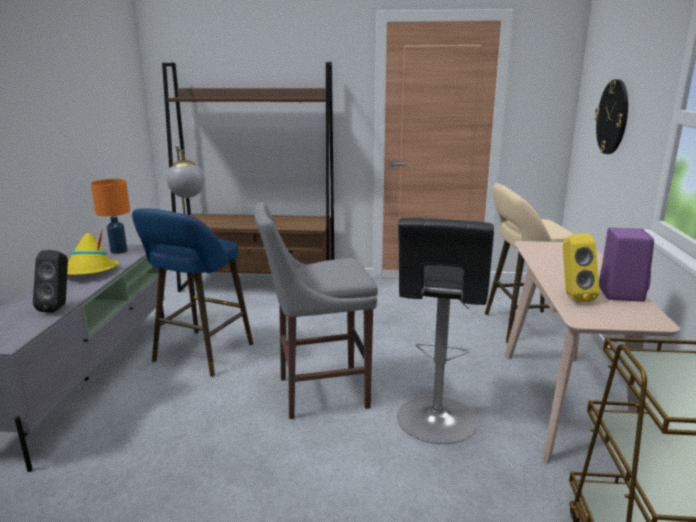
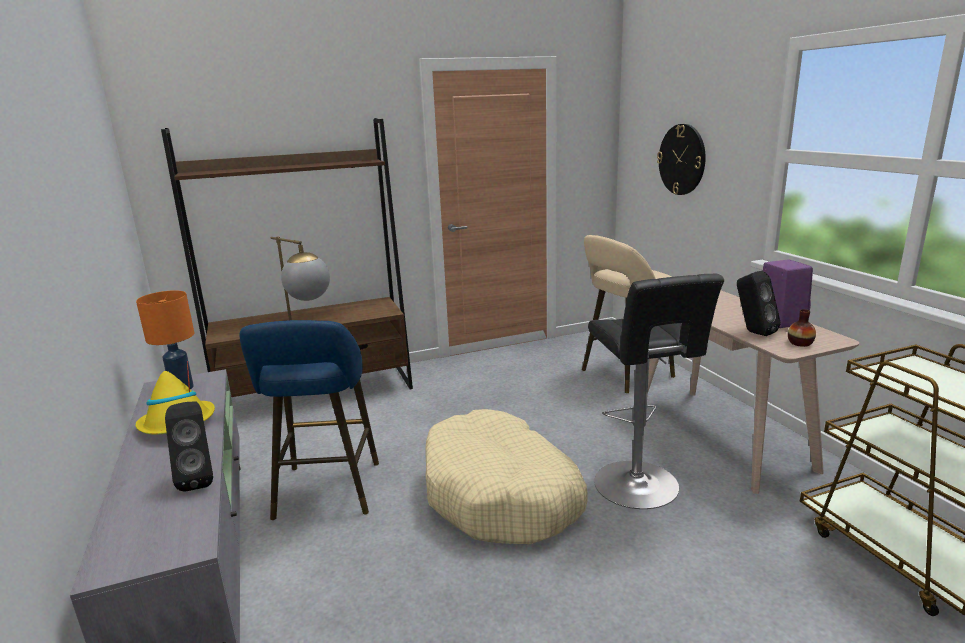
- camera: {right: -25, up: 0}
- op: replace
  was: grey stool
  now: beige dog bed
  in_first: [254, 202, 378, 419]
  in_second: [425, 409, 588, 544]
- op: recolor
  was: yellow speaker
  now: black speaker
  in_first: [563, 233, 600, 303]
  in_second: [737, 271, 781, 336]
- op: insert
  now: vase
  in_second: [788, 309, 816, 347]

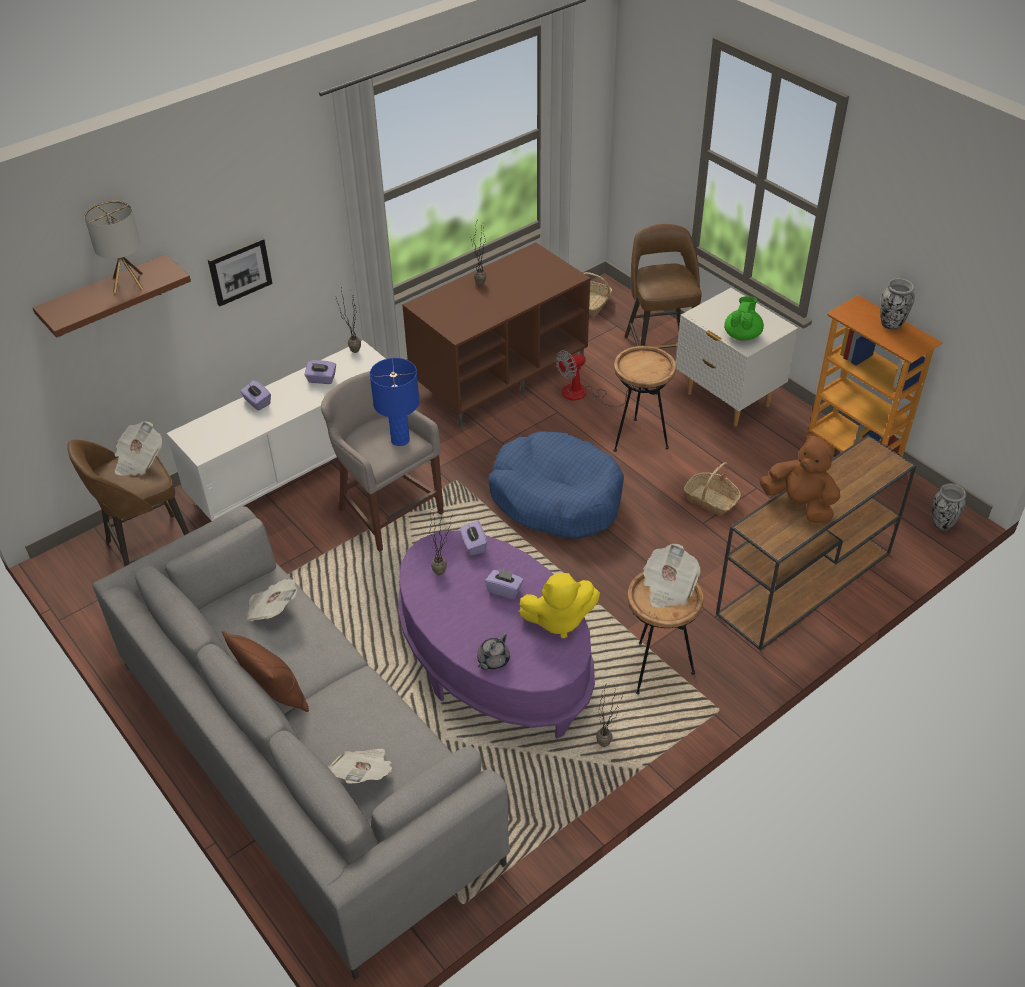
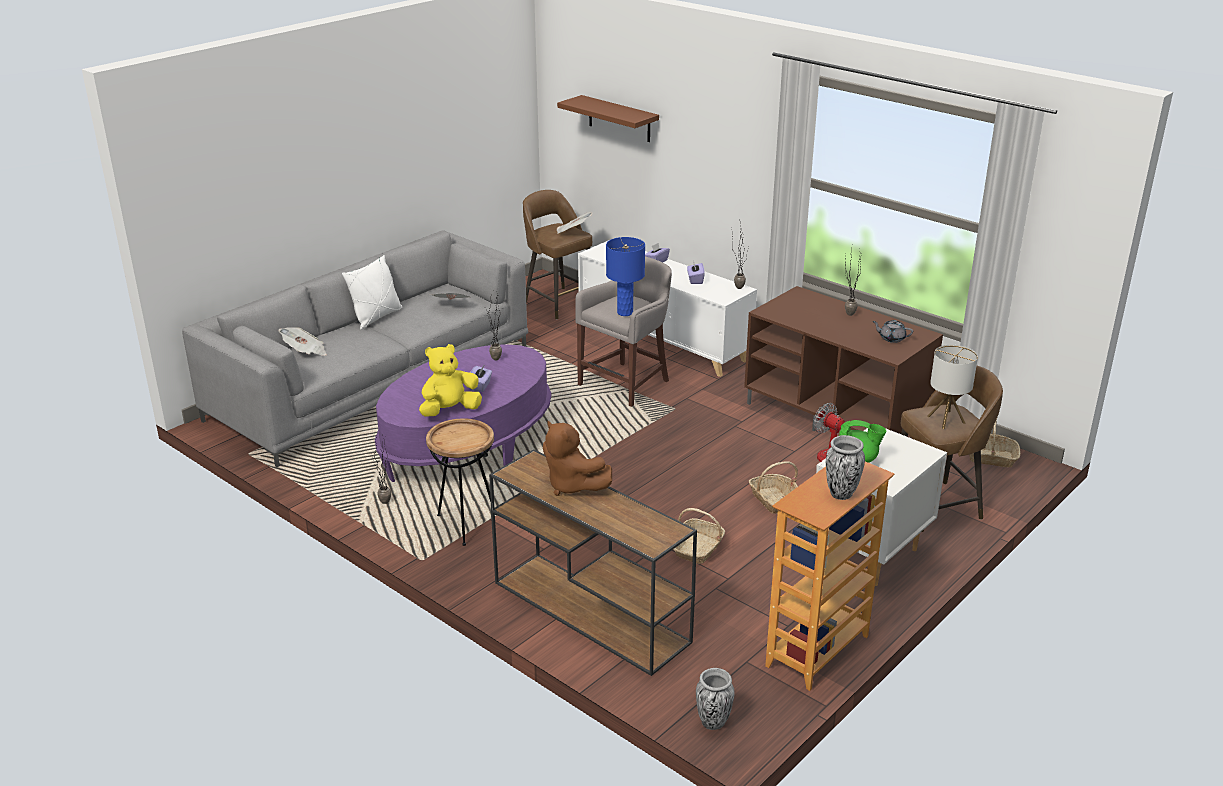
- camera: {right: 80, up: -15}
- op: move
  was: table lamp
  in_first: [84, 201, 143, 294]
  in_second: [927, 345, 978, 429]
- op: delete
  was: picture
  in_first: [208, 238, 273, 306]
- op: replace
  was: brown side table
  now: basket
  in_first: [614, 346, 676, 452]
  in_second: [749, 461, 798, 514]
- op: delete
  was: blue dog bed
  in_first: [488, 431, 624, 539]
- op: rotate
  was: brown plush toy
  in_first: [759, 432, 840, 523]
  in_second: [543, 421, 612, 496]
  clockwise: 105
- op: delete
  was: purple tissue box
  in_first: [460, 520, 487, 556]
- op: delete
  was: newspaper
  in_first: [643, 544, 701, 608]
- op: rotate
  was: yellow plush toy
  in_first: [519, 573, 600, 638]
  in_second: [419, 344, 482, 417]
  clockwise: 75
- op: recolor
  was: brown pillow
  now: white pillow
  in_first: [222, 631, 309, 712]
  in_second: [342, 255, 402, 330]
- op: move
  was: grey teapot
  in_first: [477, 633, 510, 670]
  in_second: [872, 320, 913, 343]

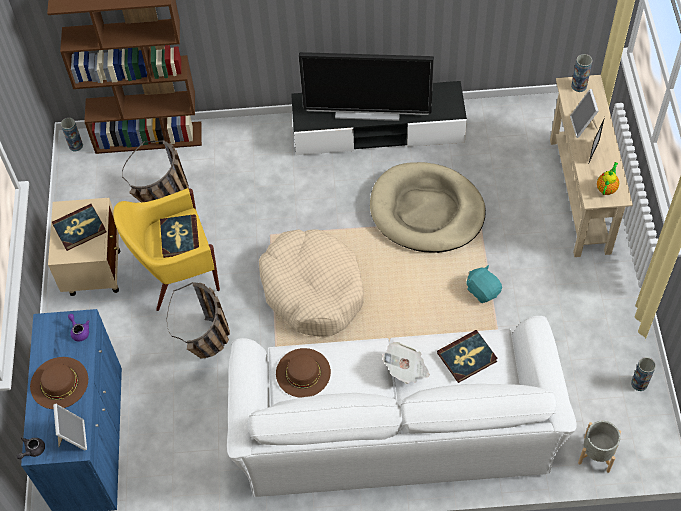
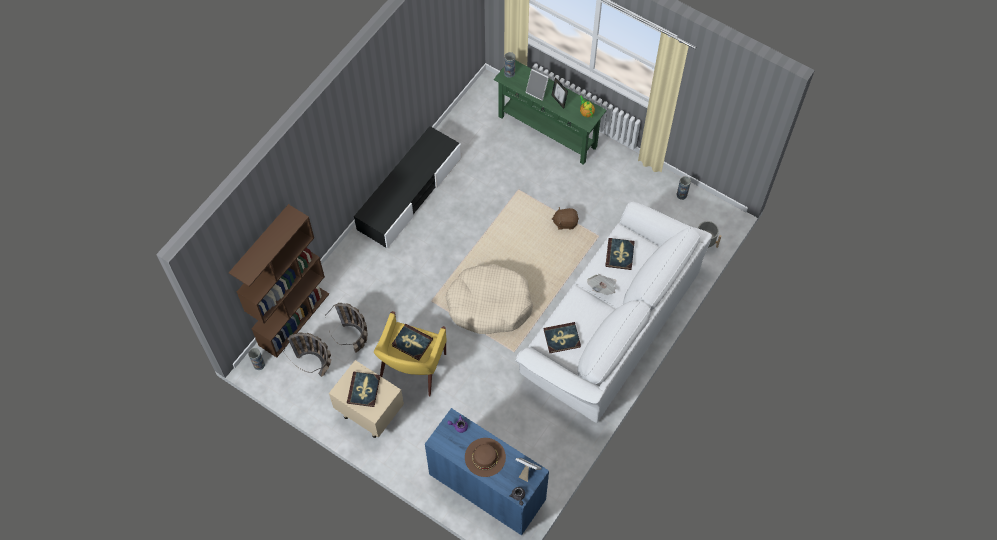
- camera: {right: -55, up: 5}
- op: delete
  was: television
  in_first: [299, 52, 434, 121]
- op: recolor
  was: beige console table
  now: green console table
  in_first: [550, 75, 633, 257]
  in_second: [494, 60, 607, 165]
- op: delete
  was: beige dog bed
  in_first: [370, 162, 486, 253]
- op: recolor
  was: turquoise plush toy
  now: brown plush toy
  in_first: [466, 265, 502, 303]
  in_second: [552, 207, 579, 229]
- op: move
  was: basket
  in_first: [167, 282, 230, 359]
  in_second: [284, 332, 331, 377]
- op: replace
  was: brown hat
  now: book
  in_first: [276, 348, 331, 398]
  in_second: [544, 322, 581, 353]

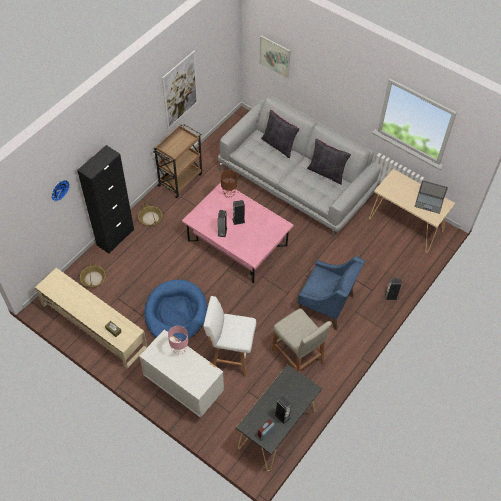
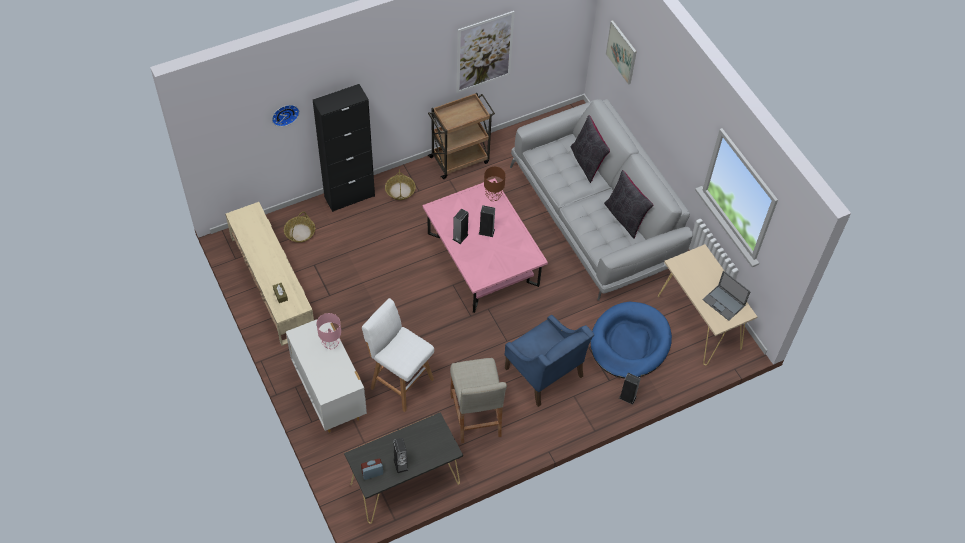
- camera: {right: 25, up: 0}
- op: move
  was: blue dog bed
  in_first: [144, 280, 207, 342]
  in_second: [591, 302, 672, 378]

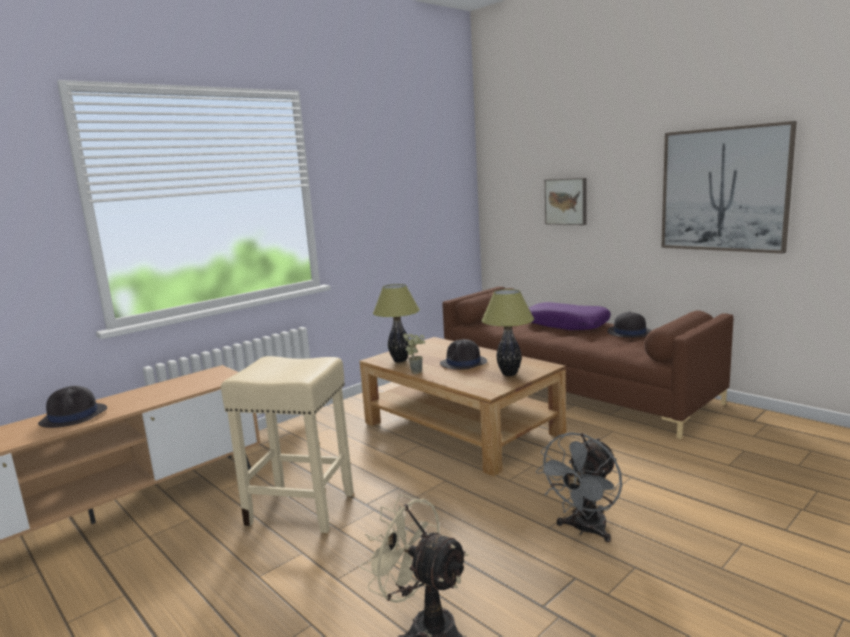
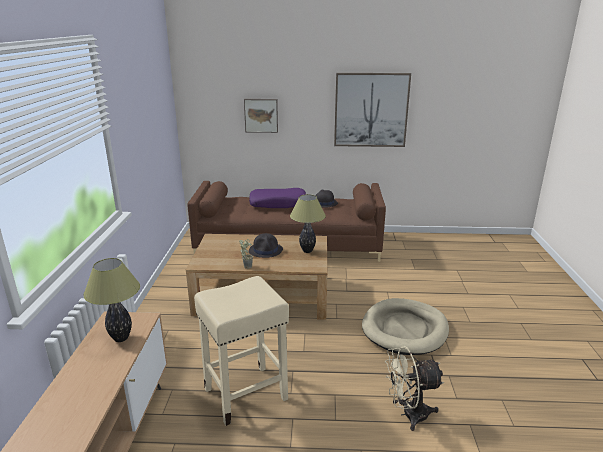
- camera: {right: -45, up: 10}
- op: move
  was: table lamp
  in_first: [373, 284, 420, 362]
  in_second: [83, 258, 140, 342]
- op: delete
  was: black hat
  in_first: [38, 386, 107, 428]
- op: replace
  was: grey fan
  now: beige dog bed
  in_first: [536, 432, 622, 542]
  in_second: [362, 298, 449, 355]

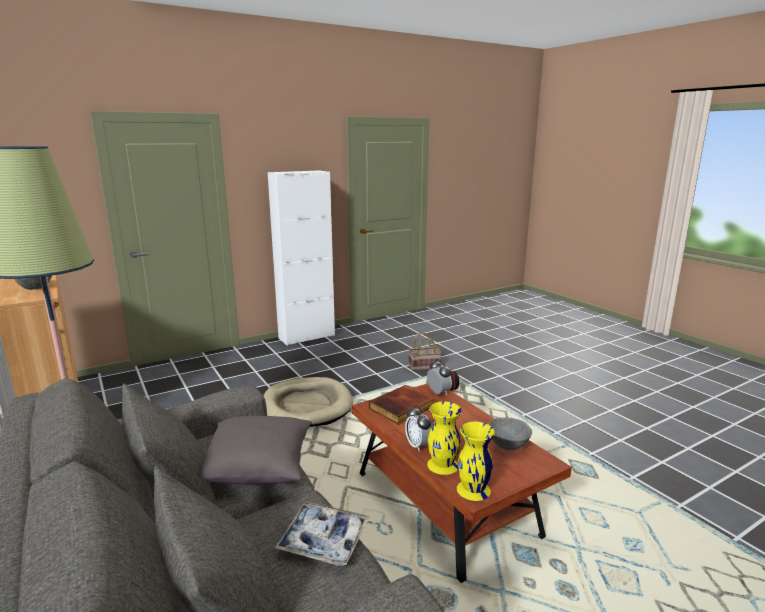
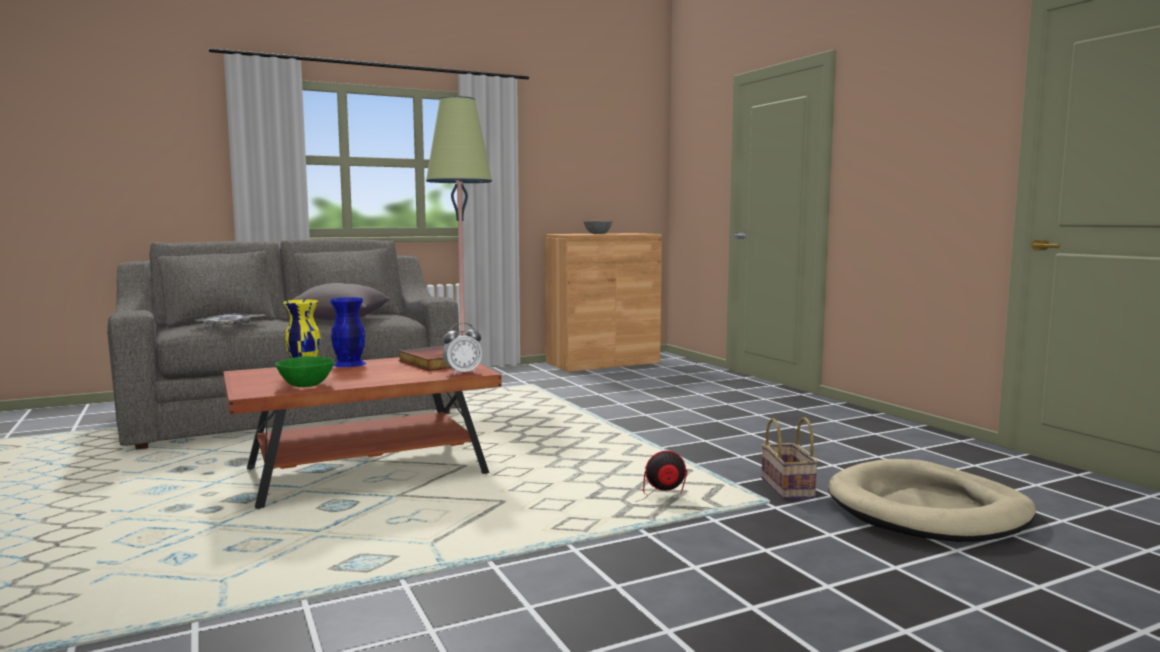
- camera: {right: 95, up: -10}
- op: delete
  was: white cabinet
  in_first: [268, 170, 335, 346]
- op: move
  was: beige dog bed
  in_first: [264, 377, 353, 427]
  in_second: [828, 459, 1036, 542]
- op: replace
  was: alarm clock
  now: blue vase
  in_first: [405, 405, 433, 452]
  in_second: [330, 297, 366, 367]
- op: recolor
  was: grey bowl
  now: green bowl
  in_first: [488, 417, 532, 450]
  in_second: [275, 356, 334, 387]
- op: delete
  was: yellow vase
  in_first: [457, 422, 495, 501]

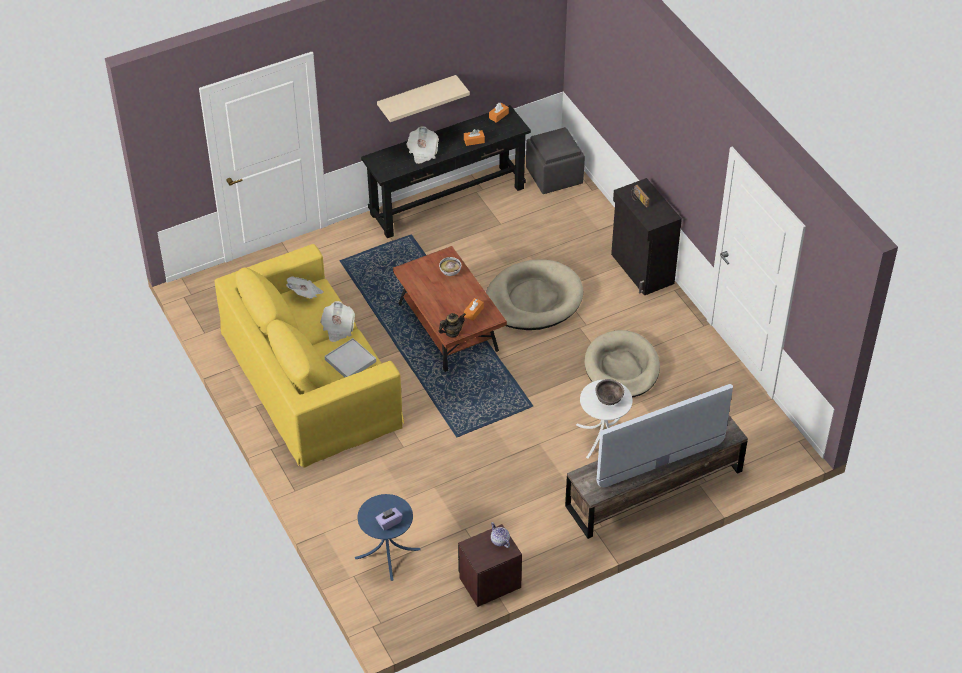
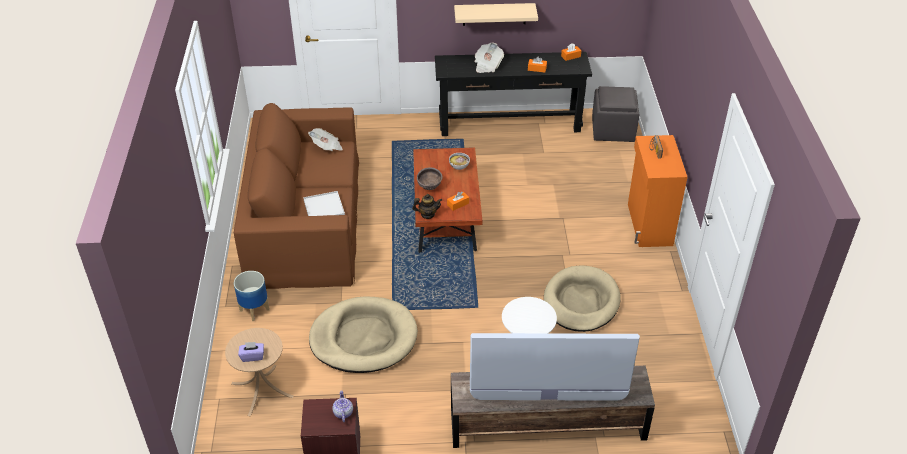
- camera: {right: 25, up: -5}
- op: recolor
  was: black cabinet
  now: orange cabinet
  in_first: [611, 178, 682, 295]
  in_second: [628, 135, 688, 247]
- op: recolor
  was: yellow sofa
  now: brown sofa
  in_first: [215, 244, 404, 468]
  in_second: [234, 103, 359, 289]
- op: move
  was: beige dog bed
  in_first: [486, 260, 583, 330]
  in_second: [309, 296, 418, 373]
- op: delete
  was: newspaper
  in_first: [320, 301, 355, 342]
- op: move
  was: brown bowl
  in_first: [595, 379, 624, 405]
  in_second: [417, 167, 443, 190]
- op: recolor
  was: blue side table
  now: beige side table
  in_first: [355, 494, 420, 581]
  in_second: [225, 328, 294, 416]
- op: insert
  now: planter
  in_second: [234, 271, 270, 321]

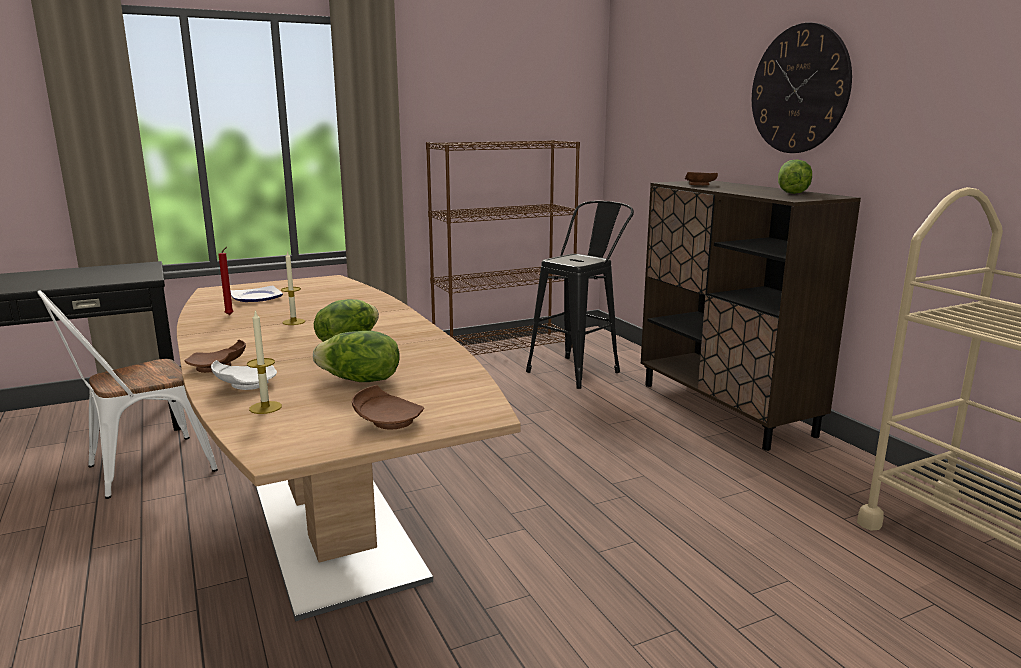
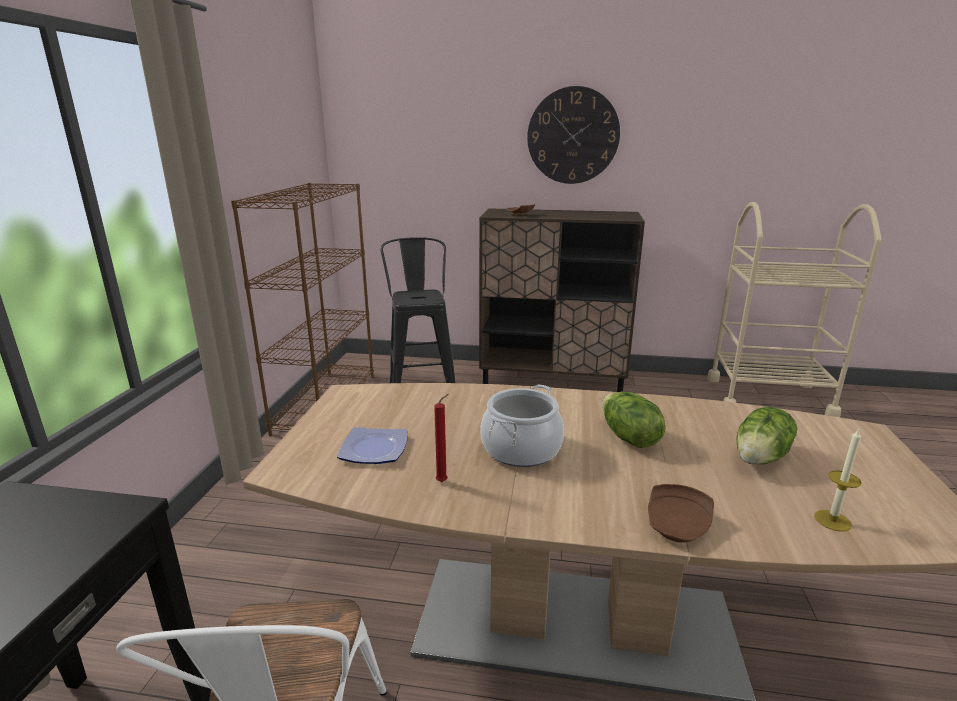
- camera: {right: -55, up: 5}
- op: delete
  was: lettuce
  in_first: [778, 159, 812, 194]
- op: replace
  was: candle
  now: cooking pot
  in_first: [281, 251, 305, 325]
  in_second: [480, 385, 564, 467]
- op: delete
  was: white plate
  in_first: [211, 360, 277, 390]
- op: delete
  was: brown plate
  in_first: [352, 385, 424, 429]

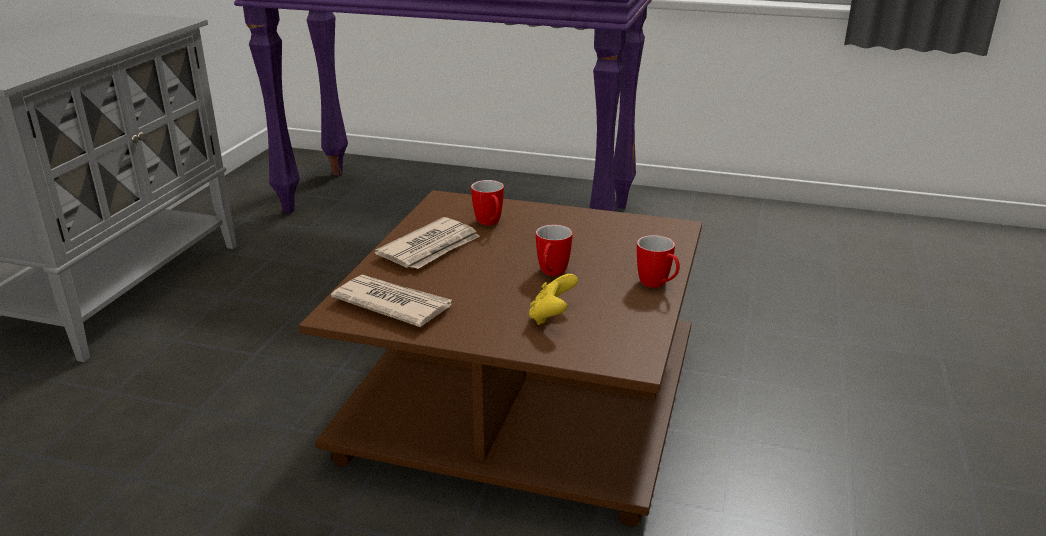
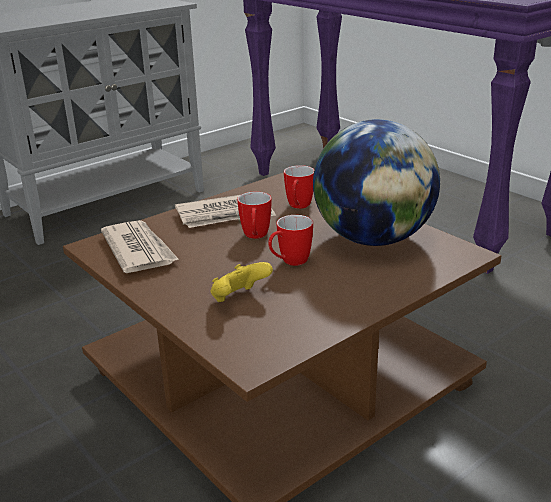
- camera: {right: 35, up: 0}
- op: move
  was: mug
  in_first: [637, 235, 680, 288]
  in_second: [237, 192, 271, 239]
- op: insert
  now: globe
  in_second: [313, 119, 440, 246]

